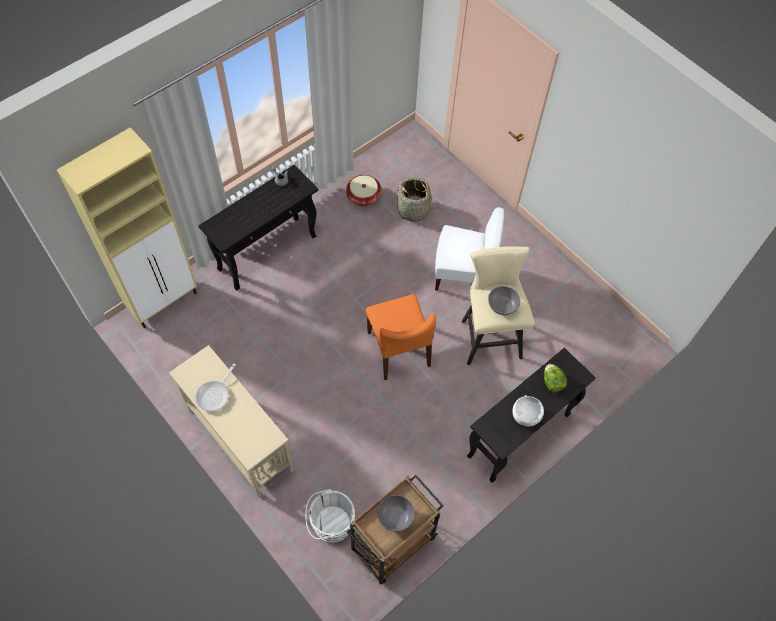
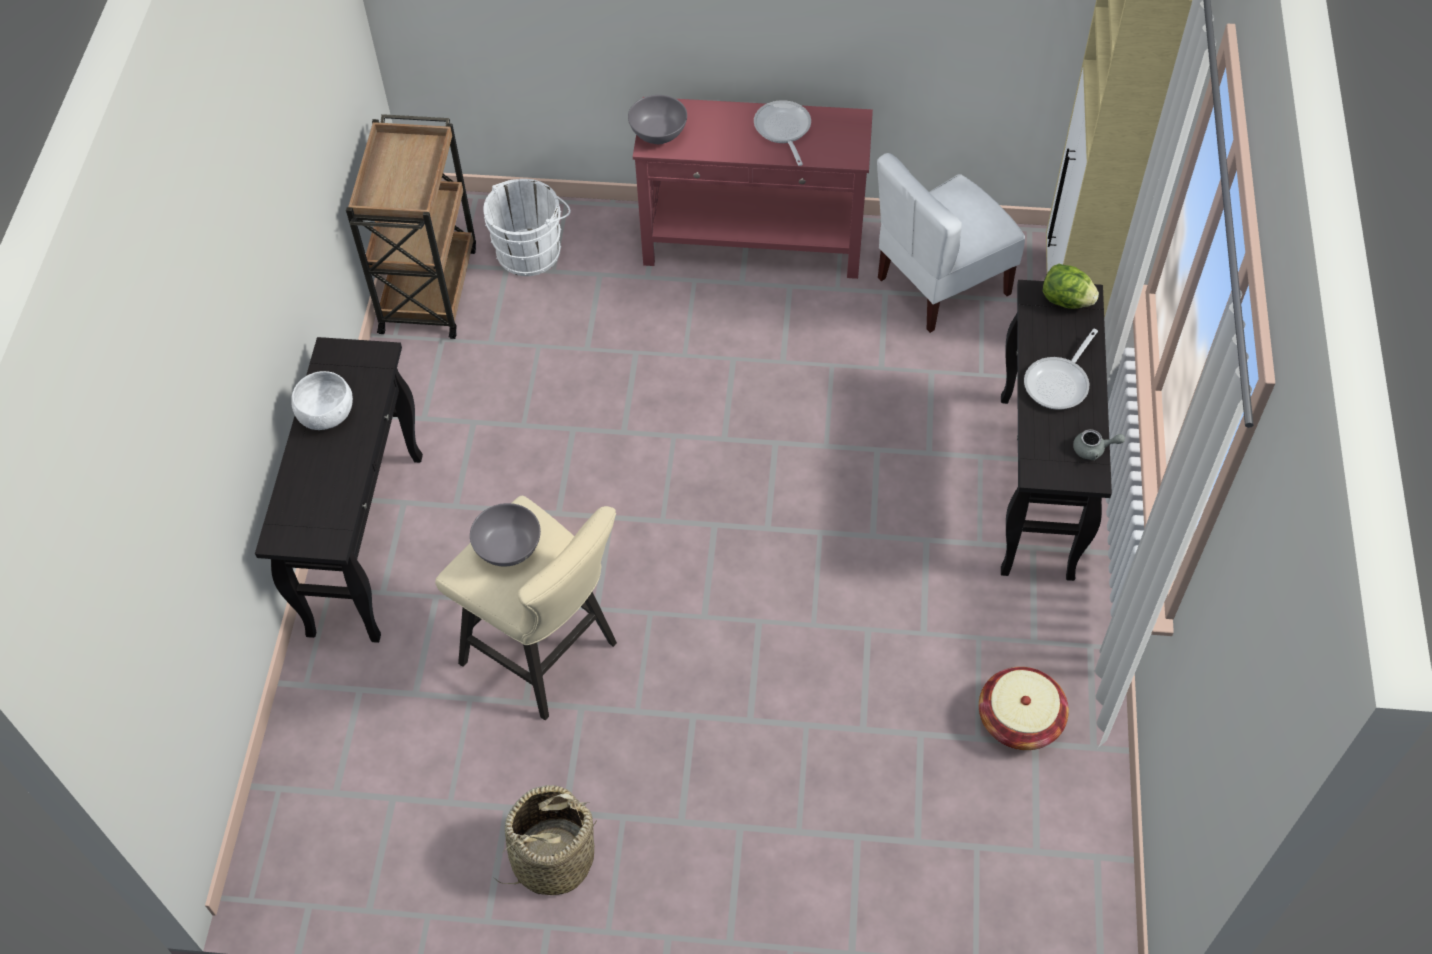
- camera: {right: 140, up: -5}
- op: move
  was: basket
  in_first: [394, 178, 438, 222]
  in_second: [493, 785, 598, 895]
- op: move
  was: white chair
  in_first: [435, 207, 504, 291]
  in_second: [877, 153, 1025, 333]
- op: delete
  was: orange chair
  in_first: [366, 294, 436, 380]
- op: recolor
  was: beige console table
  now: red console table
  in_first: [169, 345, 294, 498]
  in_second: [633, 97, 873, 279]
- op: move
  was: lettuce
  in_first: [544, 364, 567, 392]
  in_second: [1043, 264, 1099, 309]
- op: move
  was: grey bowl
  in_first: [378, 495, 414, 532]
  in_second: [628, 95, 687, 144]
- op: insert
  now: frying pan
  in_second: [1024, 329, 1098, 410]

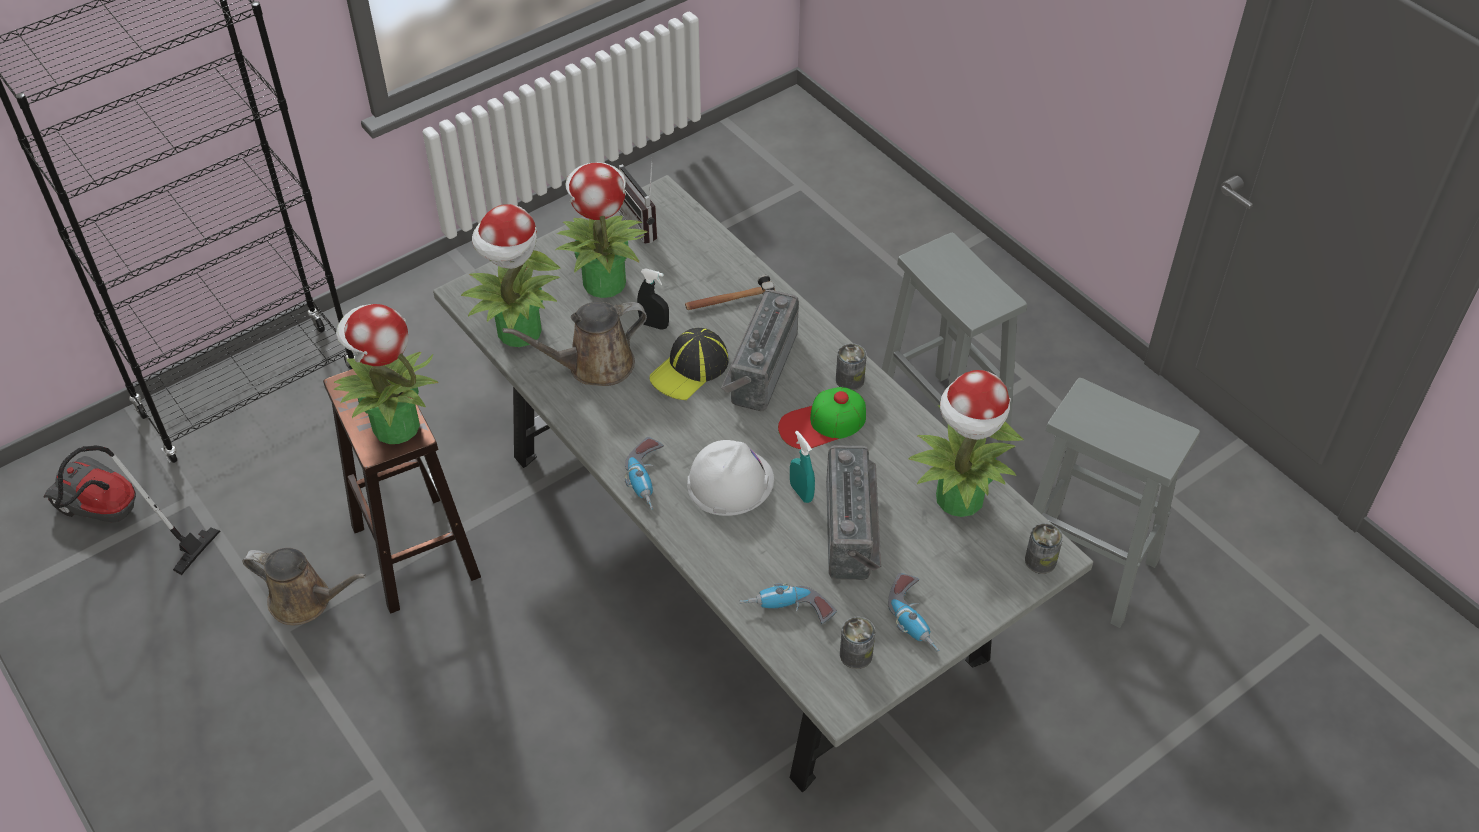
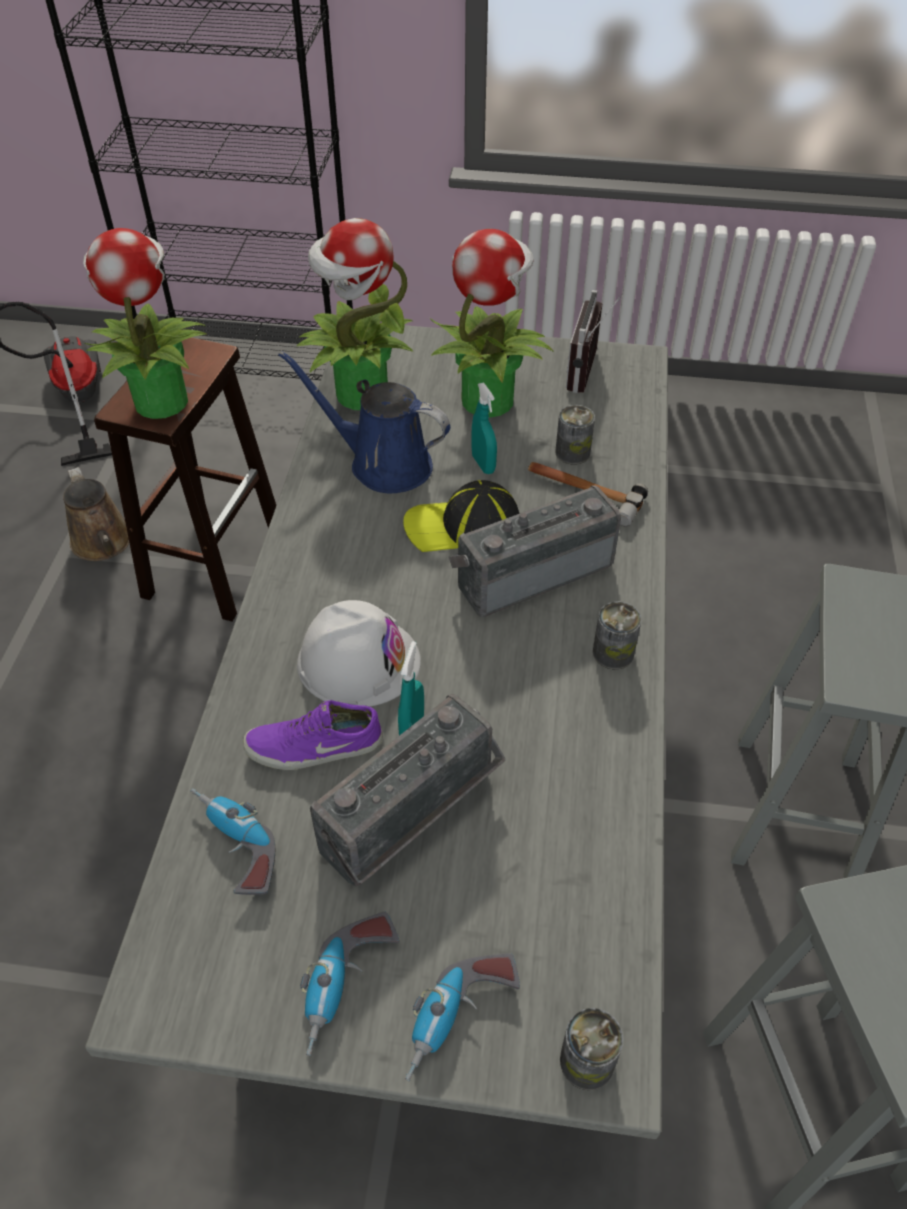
- camera: {right: 45, up: 0}
- op: recolor
  was: black spray bottle
  now: turquoise spray bottle
  in_first: [637, 269, 669, 330]
  in_second: [471, 383, 497, 474]
- op: recolor
  was: brown watering can
  now: blue watering can
  in_first: [502, 302, 647, 386]
  in_second: [278, 351, 450, 493]
- op: delete
  was: potted plant
  in_first: [908, 370, 1024, 517]
- op: delete
  was: cap
  in_first: [778, 387, 866, 449]
- op: move
  was: power drill
  in_first: [625, 437, 664, 509]
  in_second: [405, 953, 520, 1081]
- op: move
  was: can
  in_first: [840, 617, 875, 669]
  in_second: [555, 405, 595, 464]
- op: insert
  now: purple shoe
  in_second: [243, 700, 383, 770]

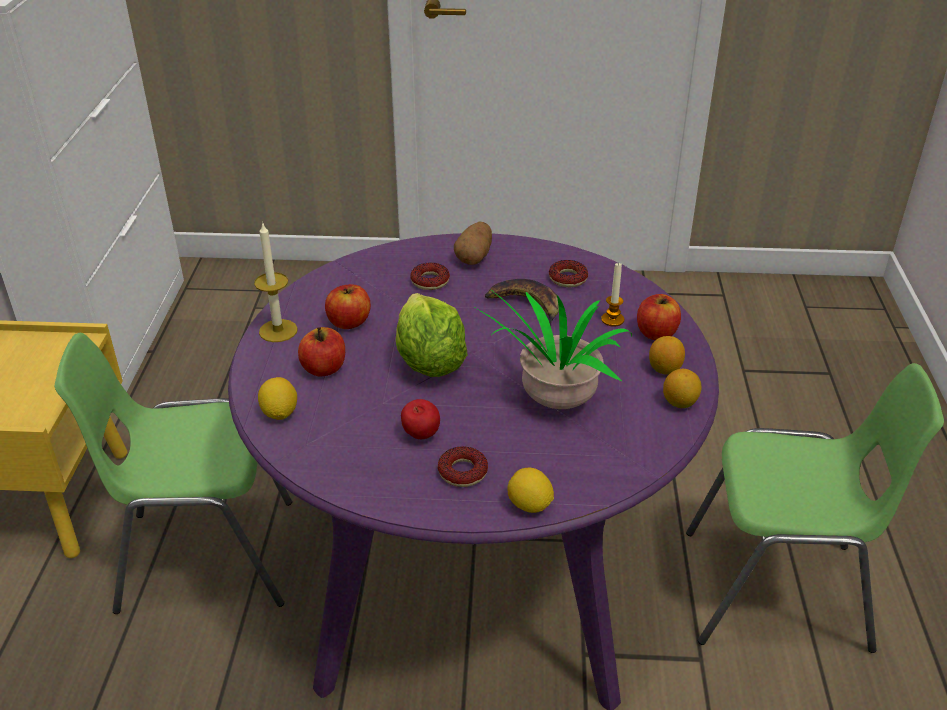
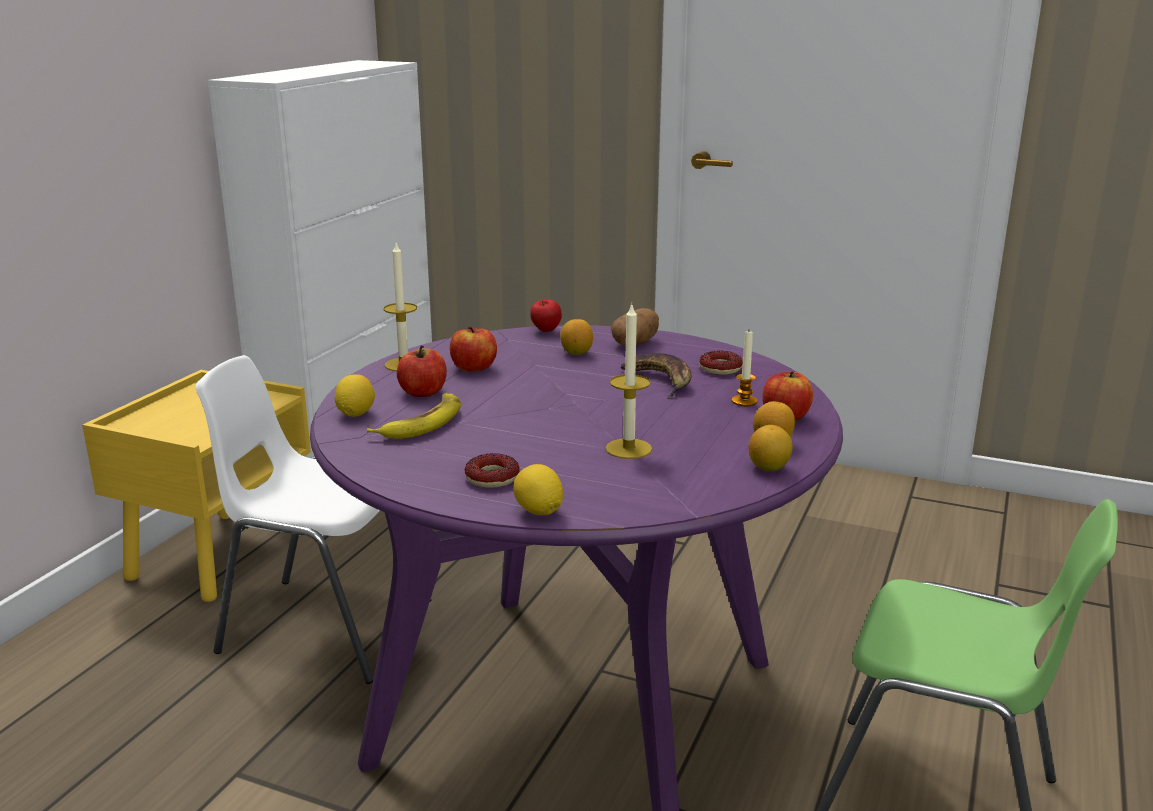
- camera: {right: 20, up: -15}
- op: replace
  was: donut
  now: lemon
  in_first: [410, 262, 450, 290]
  in_second: [560, 319, 593, 355]
- op: replace
  was: potted plant
  now: candle
  in_first: [476, 288, 632, 409]
  in_second: [605, 303, 652, 459]
- op: delete
  was: lettuce
  in_first: [396, 293, 468, 377]
- op: recolor
  was: green chair
  now: white chair
  in_first: [55, 333, 292, 614]
  in_second: [196, 355, 431, 684]
- op: move
  was: apple
  in_first: [401, 399, 440, 439]
  in_second: [530, 299, 562, 332]
- op: insert
  now: banana
  in_second: [367, 393, 461, 439]

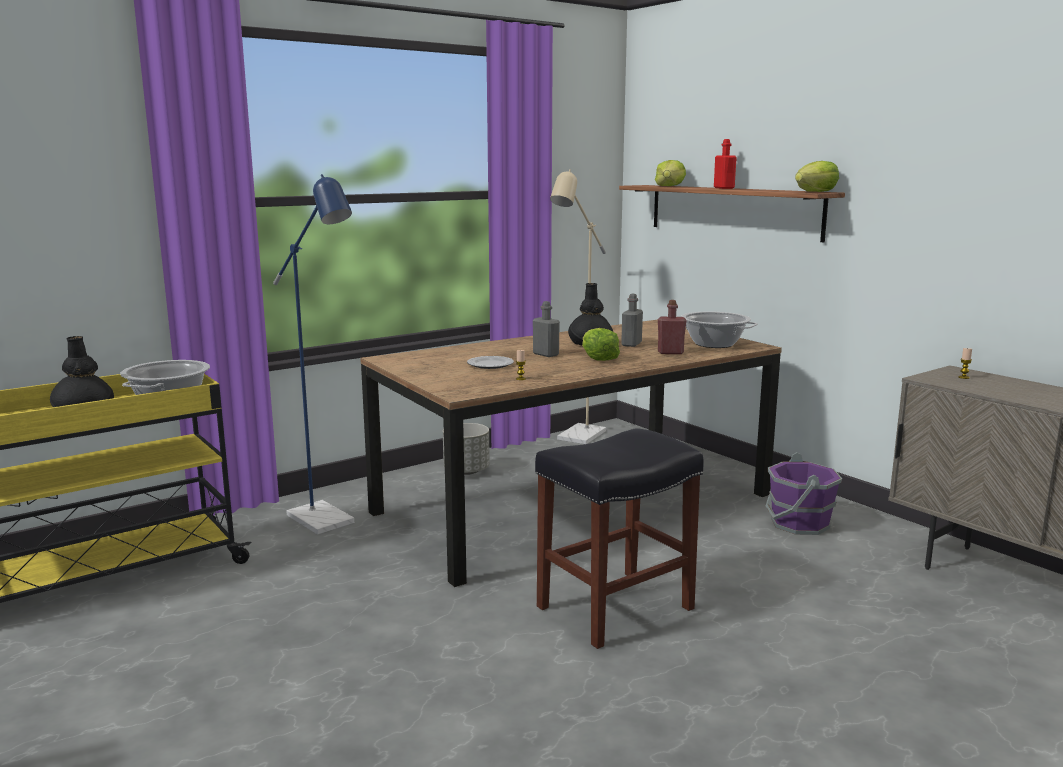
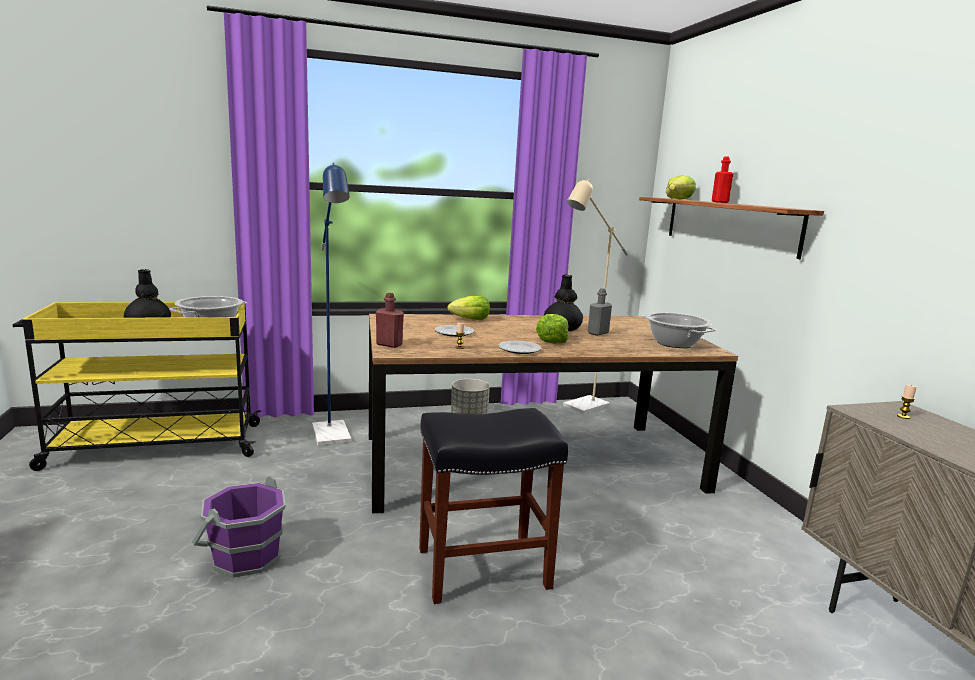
- camera: {right: 20, up: 0}
- op: move
  was: lettuce
  in_first: [795, 161, 839, 192]
  in_second: [447, 295, 490, 320]
- op: move
  was: red bottle
  in_first: [658, 300, 687, 354]
  in_second: [376, 293, 404, 348]
- op: delete
  was: grey bottle
  in_first: [533, 301, 560, 357]
- op: move
  was: purple bucket
  in_first: [766, 452, 842, 535]
  in_second: [192, 476, 286, 578]
- op: insert
  now: plate
  in_second: [498, 341, 541, 354]

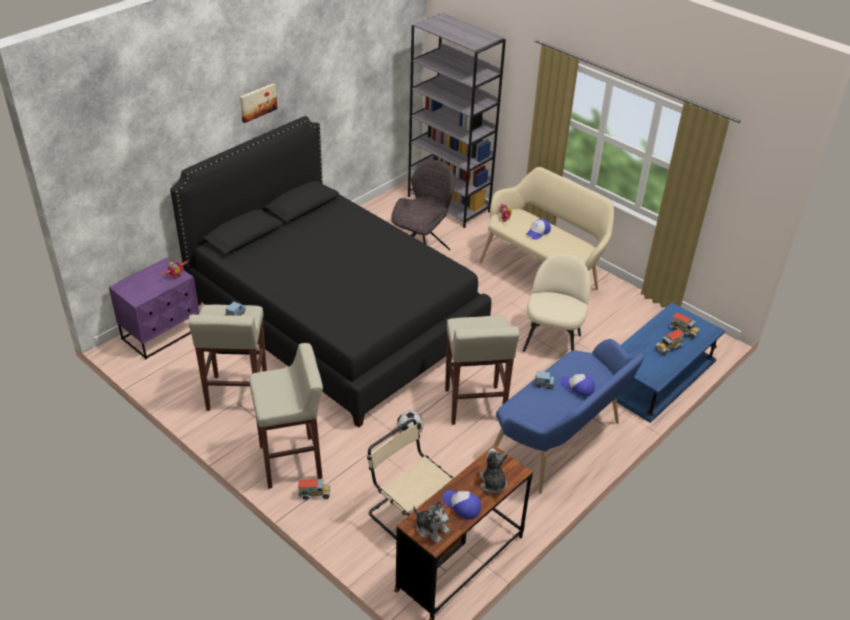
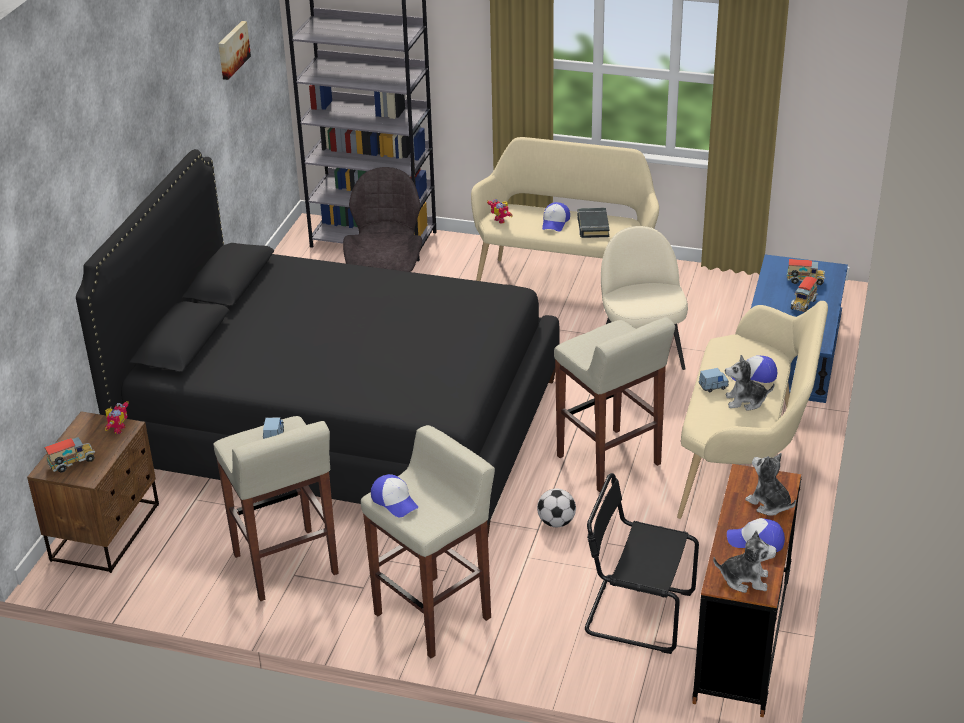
- camera: {right: -25, up: -5}
- op: move
  was: picture
  in_first: [240, 83, 277, 123]
  in_second: [218, 21, 251, 80]
- op: recolor
  was: purple nightstand
  now: brown nightstand
  in_first: [109, 258, 199, 359]
  in_second: [27, 411, 159, 573]
- op: recolor
  was: blue bench
  now: beige bench
  in_first: [494, 339, 645, 494]
  in_second: [677, 301, 828, 519]
- op: recolor
  was: beige chair
  now: black chair
  in_first: [367, 419, 453, 539]
  in_second: [585, 473, 699, 654]
- op: move
  was: toy truck
  in_first: [298, 479, 330, 500]
  in_second: [44, 437, 95, 473]
- op: insert
  now: black book
  in_second: [577, 208, 610, 238]
- op: insert
  now: plush toy
  in_second: [725, 355, 775, 411]
- op: insert
  now: cap
  in_second: [371, 474, 418, 517]

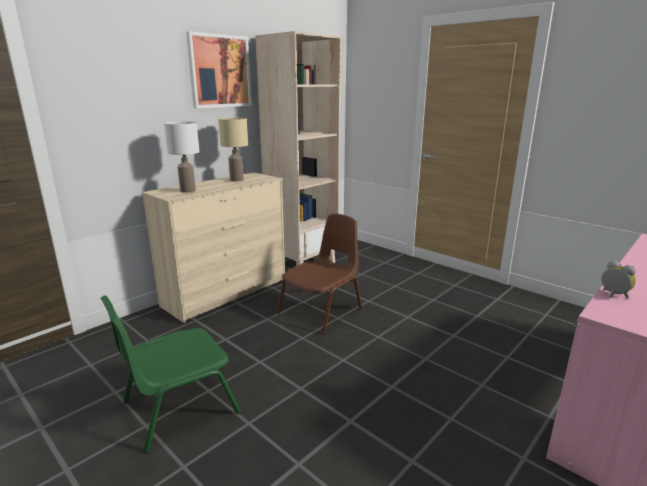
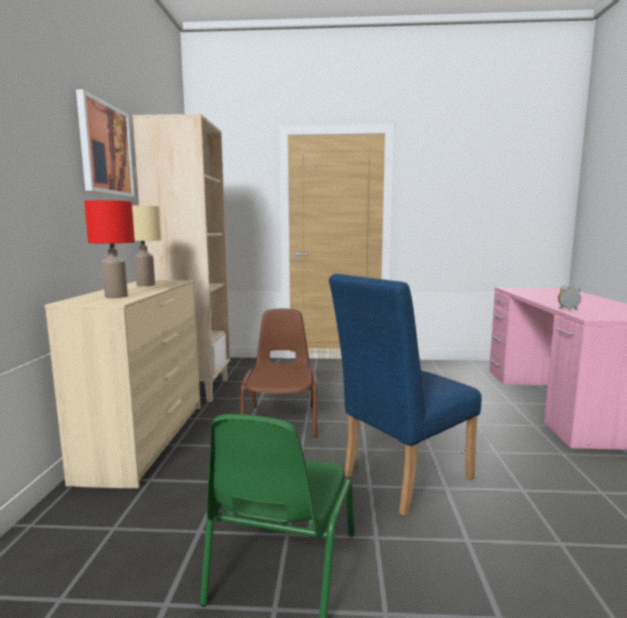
- camera: {right: -40, up: -10}
- op: recolor
  was: white table lamp
  now: red table lamp
  in_first: [164, 122, 200, 193]
  in_second: [84, 200, 135, 298]
- op: insert
  now: blue chair
  in_second: [329, 274, 482, 517]

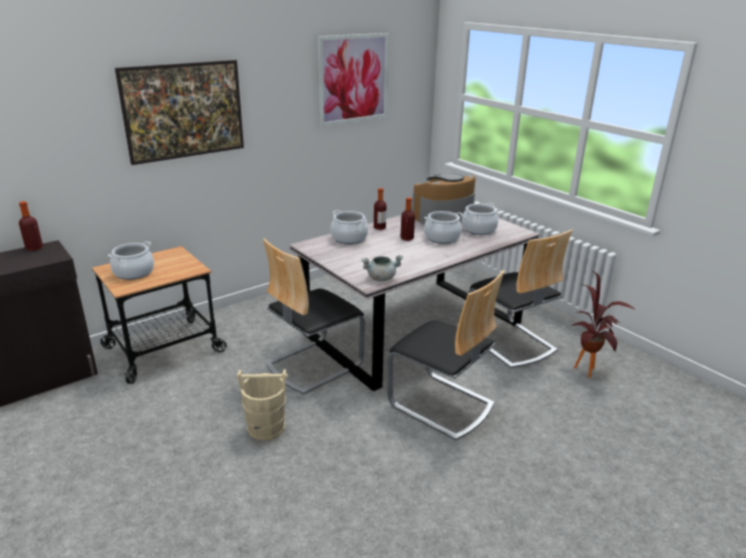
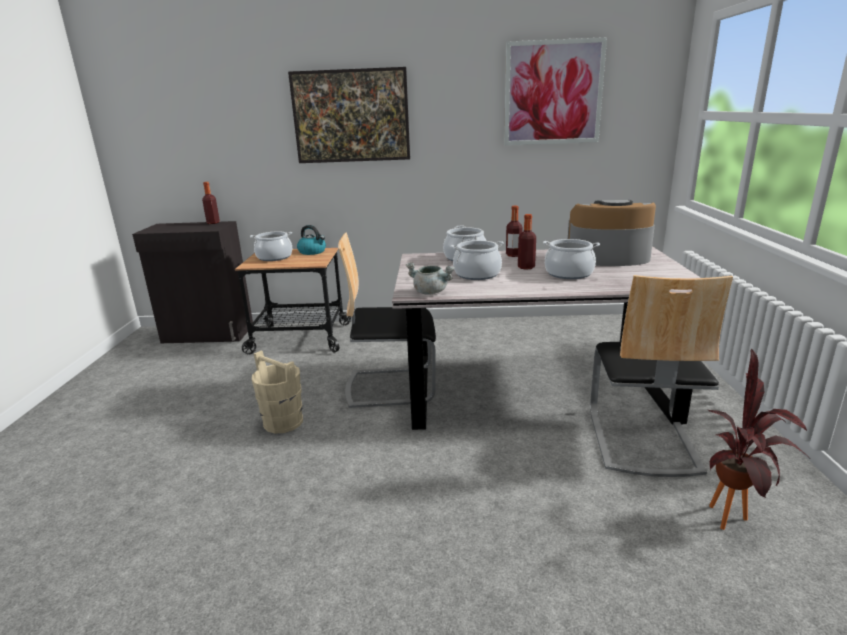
- camera: {right: 40, up: -5}
- op: move
  was: cooking pot
  in_first: [462, 203, 498, 235]
  in_second: [451, 240, 504, 280]
- op: delete
  was: chair
  in_first: [388, 270, 505, 440]
- op: insert
  now: kettle
  in_second: [297, 225, 326, 255]

